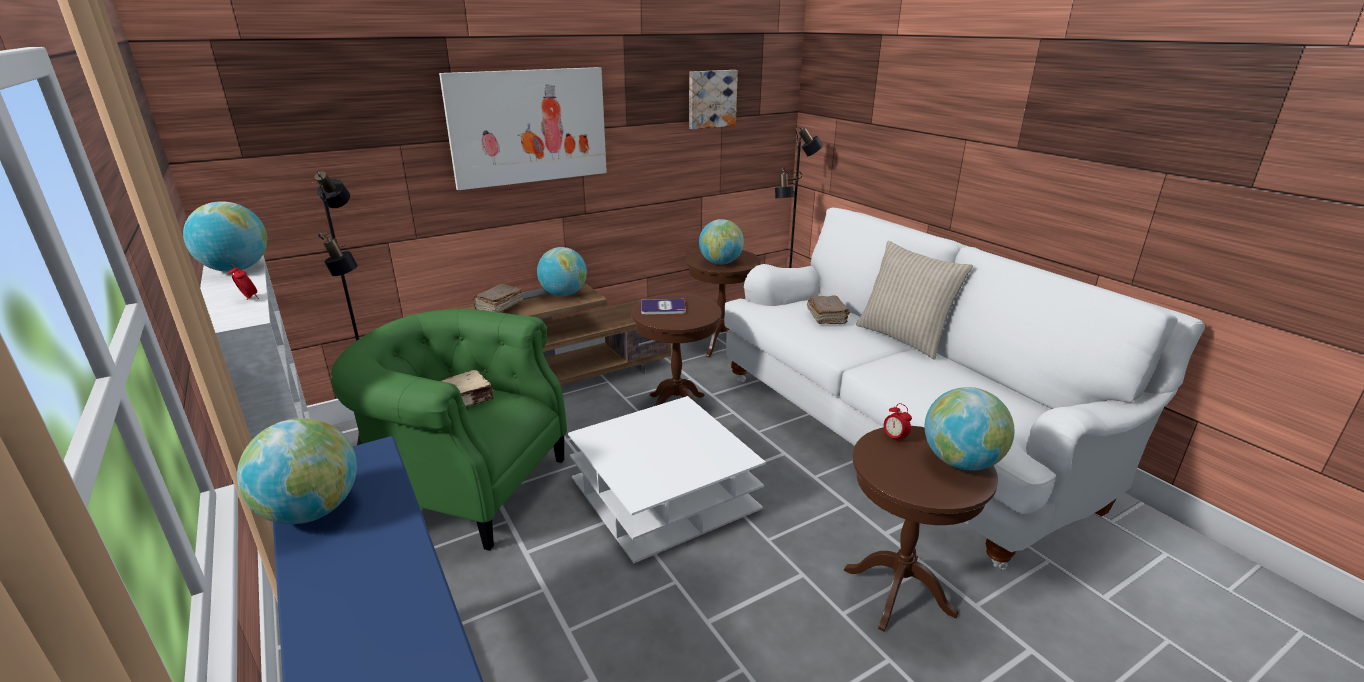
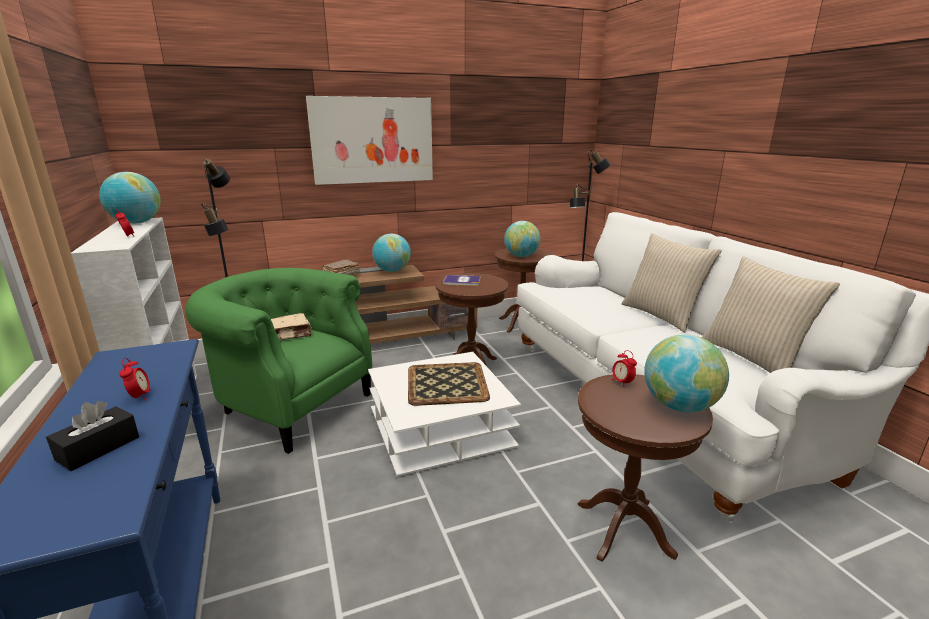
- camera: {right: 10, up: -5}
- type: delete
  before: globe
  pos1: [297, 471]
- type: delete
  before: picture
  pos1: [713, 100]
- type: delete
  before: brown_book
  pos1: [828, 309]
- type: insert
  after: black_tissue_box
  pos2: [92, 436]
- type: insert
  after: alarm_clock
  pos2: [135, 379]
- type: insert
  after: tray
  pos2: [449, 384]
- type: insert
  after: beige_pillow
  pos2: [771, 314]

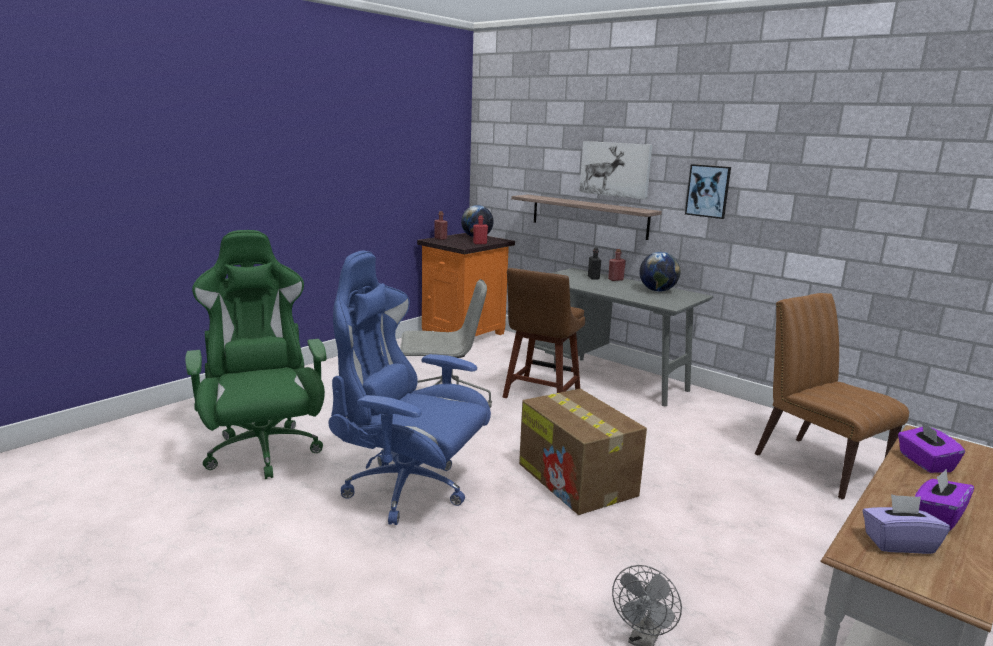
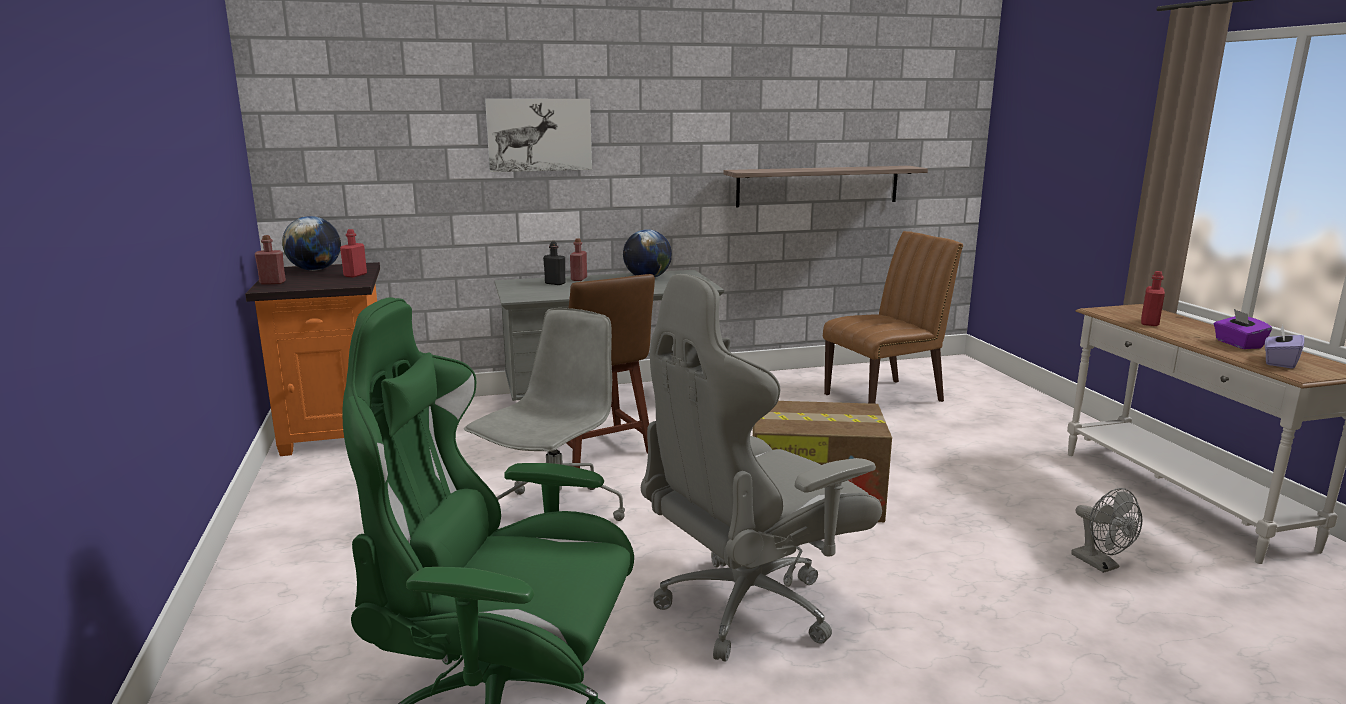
- camera: {right: -55, up: 0}
- type: delete
  before: picture
  pos1: [708, 191]
- type: move
  before: shelf
  pos1: [586, 217]
  pos2: [826, 186]
- type: replace
  before: purple_tissue_box
  after: red_bottle
  pos1: [931, 447]
  pos2: [1153, 298]
- type: recolor
  before: blue_office_chair
  after: grey_office_chair
  pos1: [410, 388]
  pos2: [761, 468]
- type: rotate
  before: brown_chair
  pos1: [832, 396]
  pos2: [893, 317]
  turn: 150

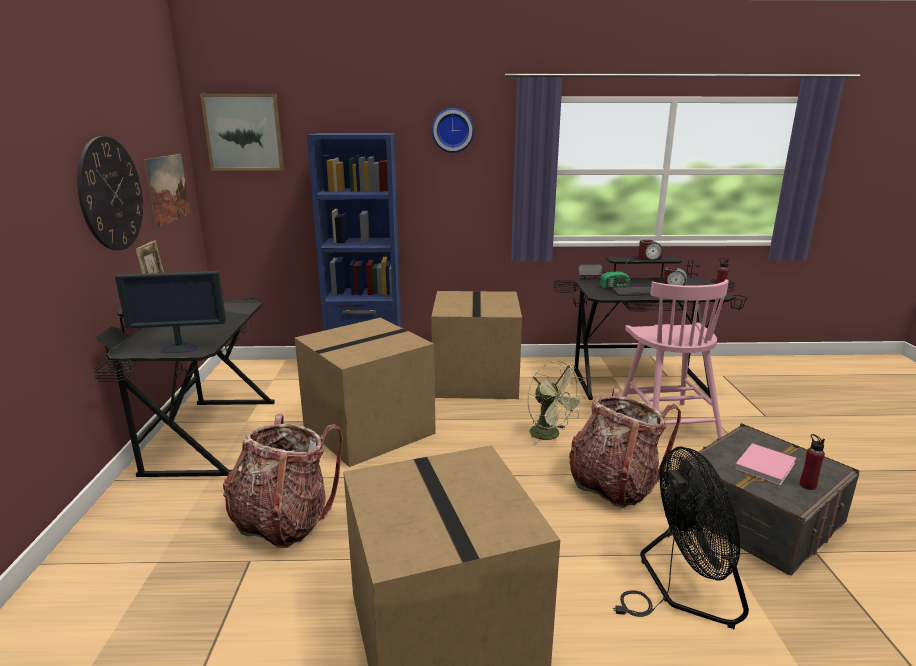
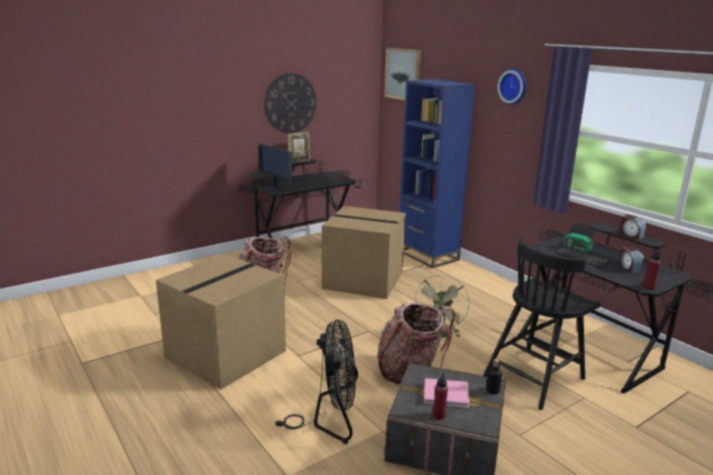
- camera: {right: 55, up: 0}
- type: delete
  before: picture
  pos1: [167, 190]
- type: delete
  before: cardboard_box
  pos1: [476, 345]
- type: insert
  after: bottle
  pos2: [494, 376]
- type: recolor
  before: pink_chair
  after: black_chair
  pos1: [675, 359]
  pos2: [542, 324]
- type: rotate
  before: black_fan
  pos1: [681, 538]
  pos2: [316, 381]
  turn: -45

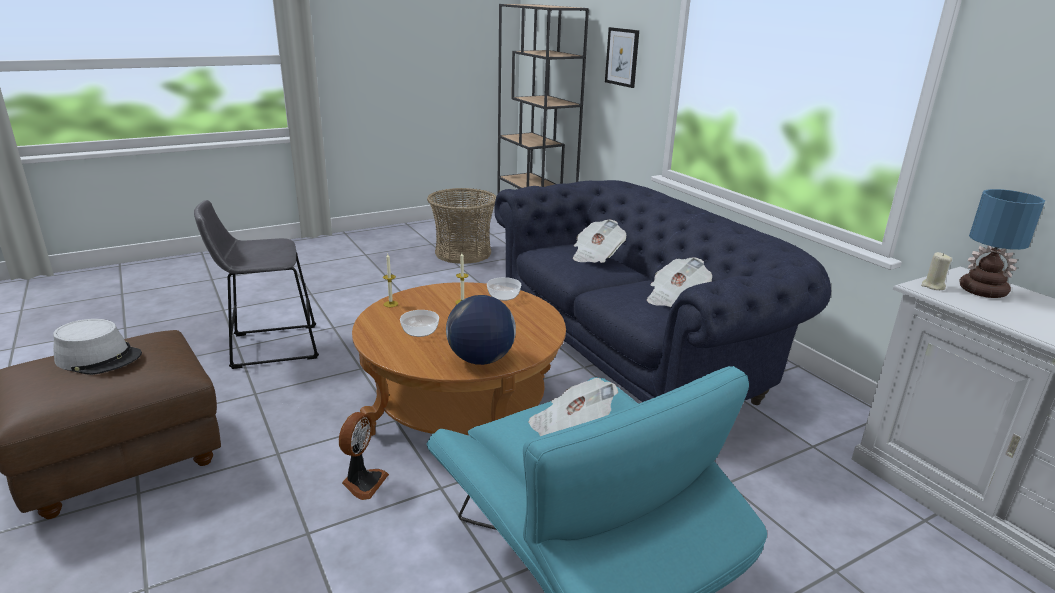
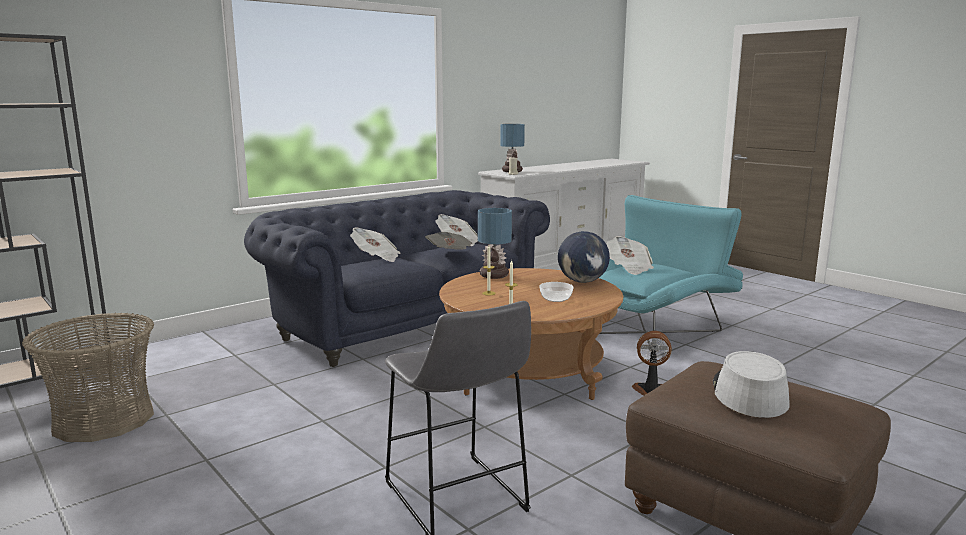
- camera: {right: -100, up: -10}
- type: delete
  before: bowl
  pos1: [504, 289]
- type: delete
  before: picture
  pos1: [622, 57]
- type: insert
  after: newspaper
  pos2: [448, 241]
- type: insert
  after: table_lamp
  pos2: [495, 243]

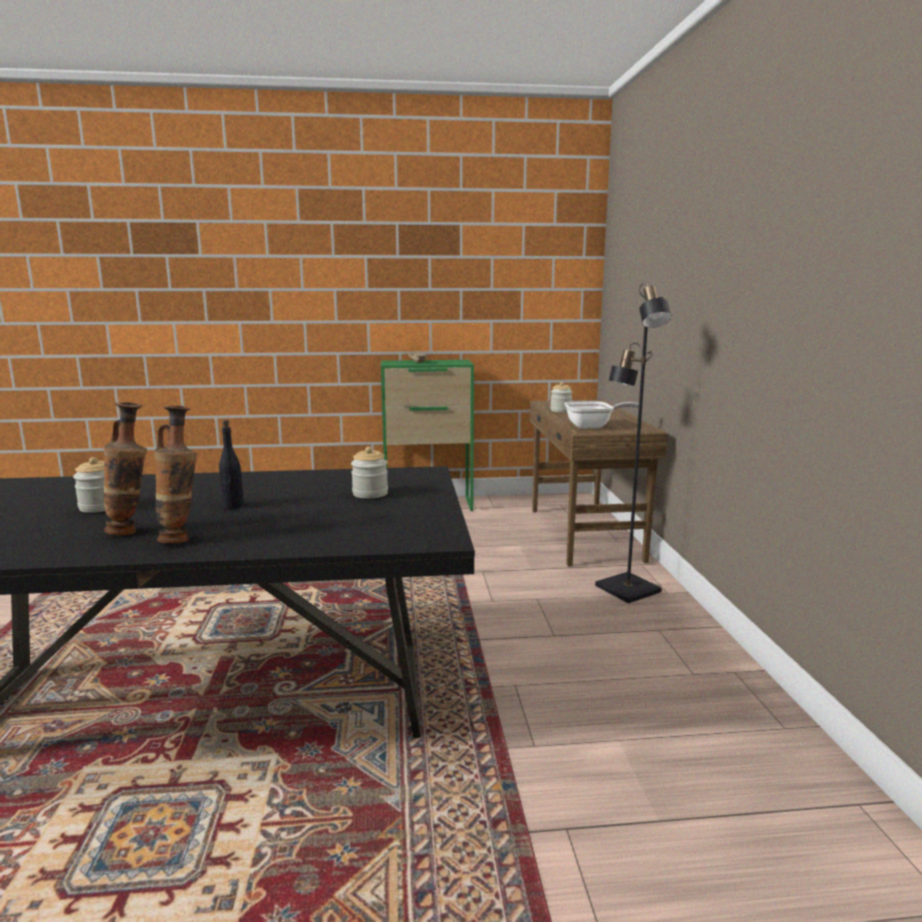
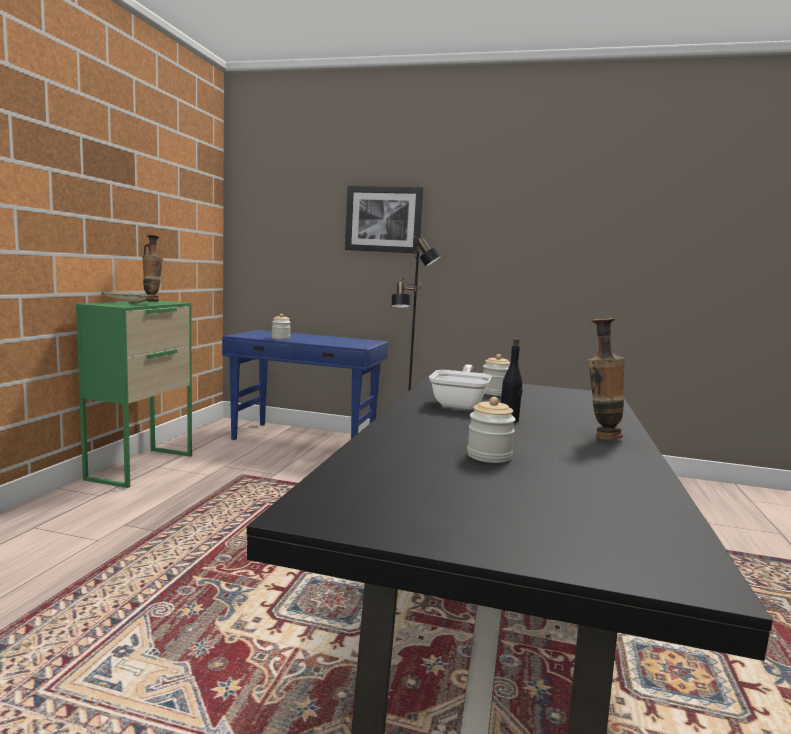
- camera: {right: -70, up: -5}
- type: insert
  after: picture
  pos2: [384, 220]
- type: move
  before: vase
  pos1: [125, 468]
  pos2: [152, 268]
- type: move
  before: frying_pan
  pos1: [601, 415]
  pos2: [460, 386]
- type: recolor
  before: brown_console_table
  after: blue_console_table
  pos1: [598, 483]
  pos2: [305, 385]

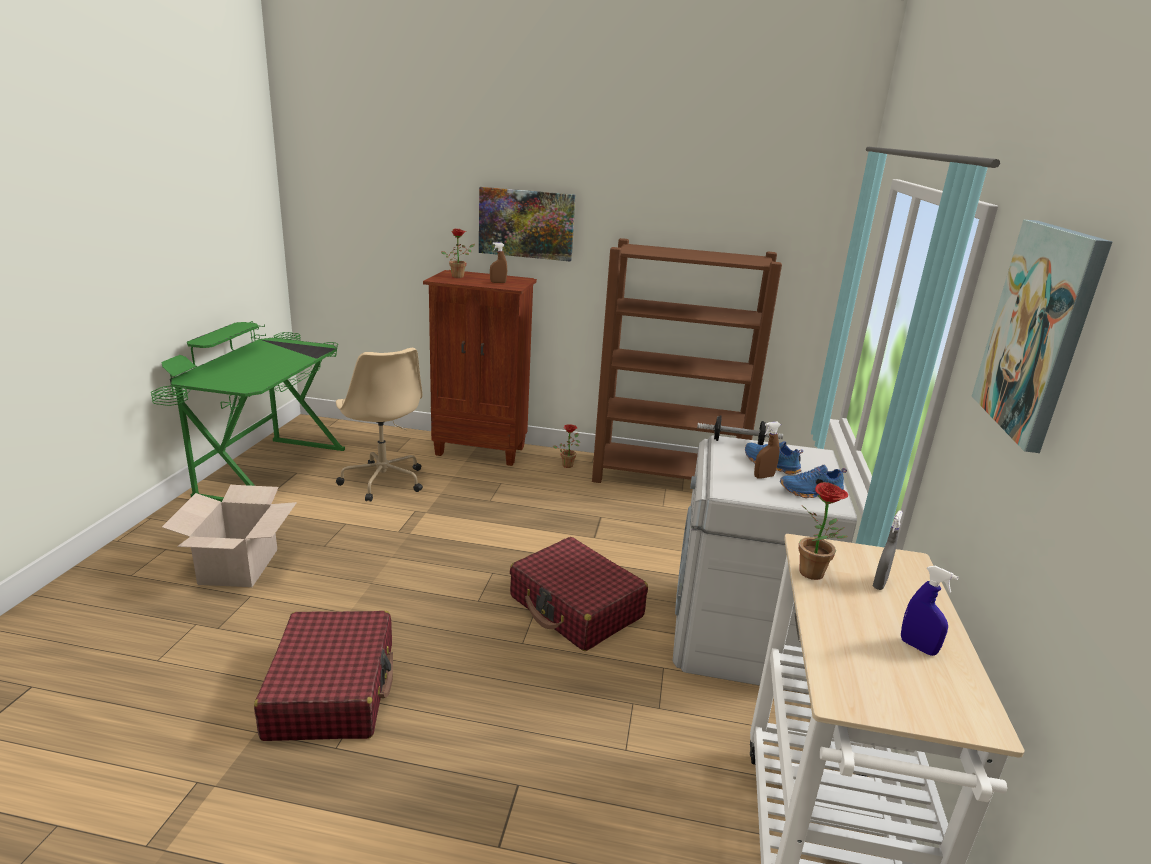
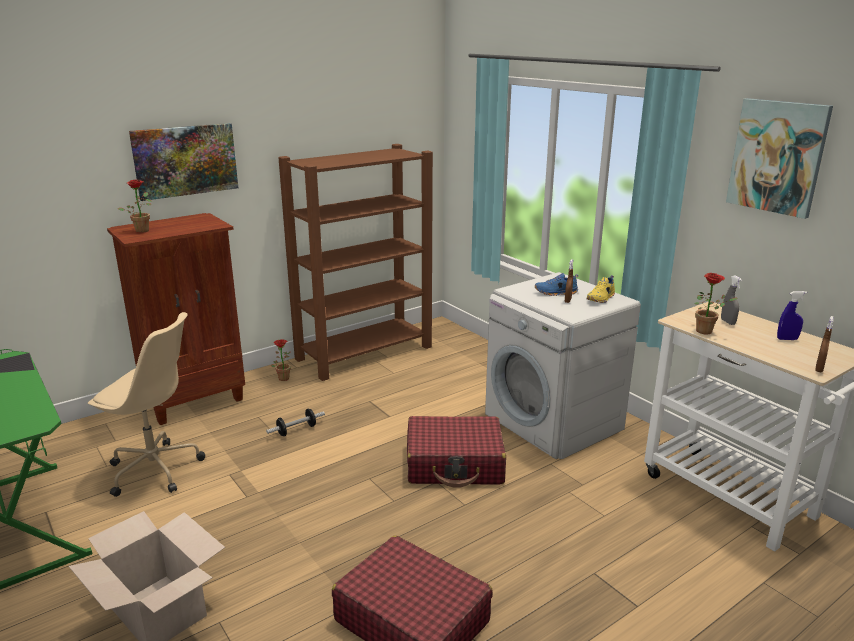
- camera: {right: -45, up: 0}
- type: move
  before: brown_spray_bottle
  pos1: [498, 262]
  pos2: [824, 344]
- type: move
  before: dumbbell
  pos1: [740, 430]
  pos2: [295, 422]
- type: recolor
  before: blue_shoe
  after: yellow_shoe
  pos1: [813, 481]
  pos2: [601, 289]

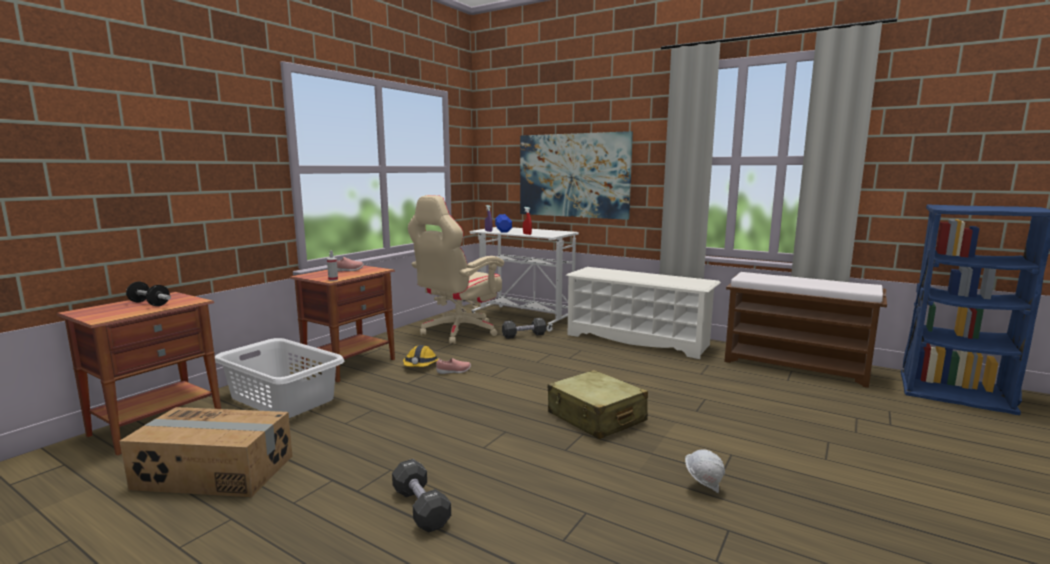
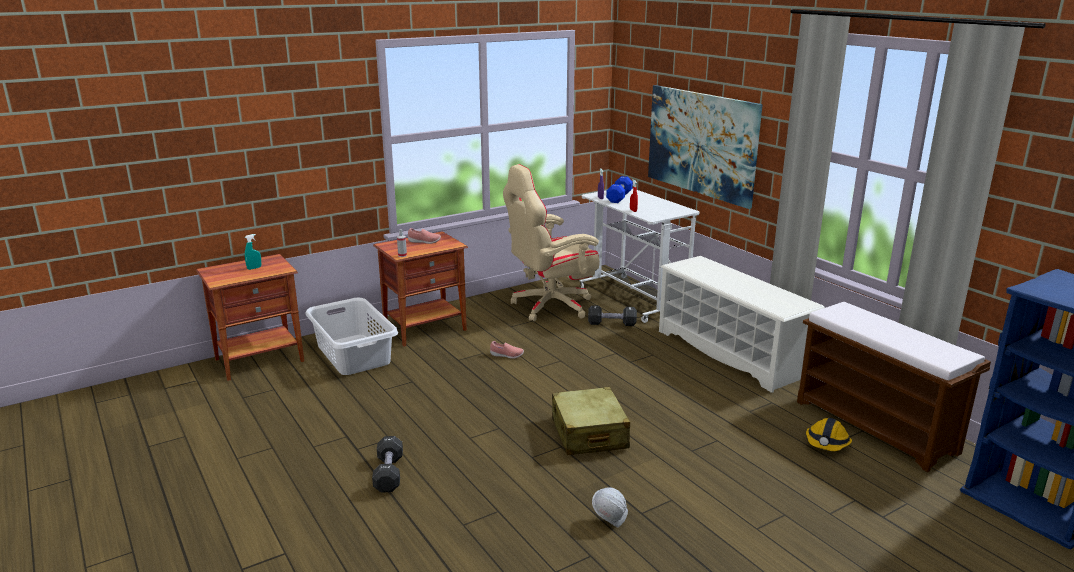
- camera: {right: 25, up: 10}
- type: delete
  before: cardboard_box
  pos1: [206, 452]
- type: move
  before: hard_hat
  pos1: [420, 356]
  pos2: [829, 434]
- type: replace
  before: dumbbell
  after: turquoise_spray_bottle
  pos1: [148, 294]
  pos2: [253, 252]

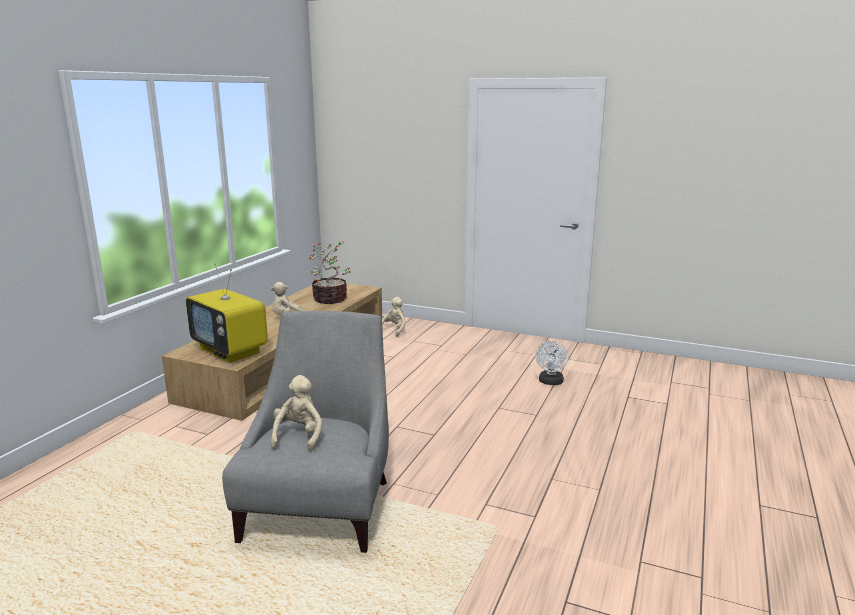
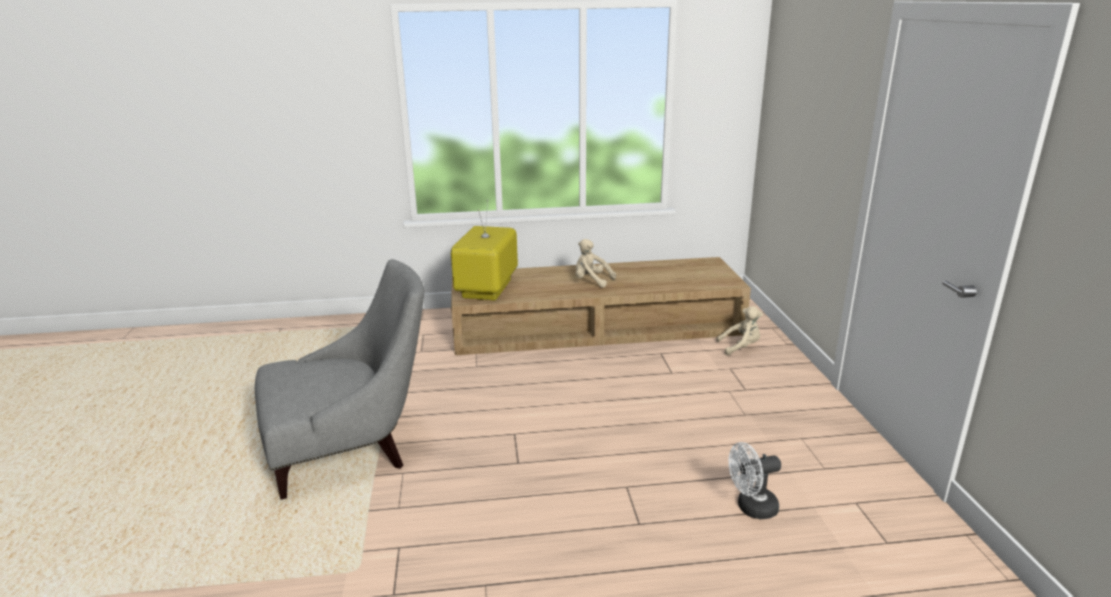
- camera: {right: 60, up: 5}
- type: delete
  before: beige_plush_toy
  pos1: [296, 413]
- type: delete
  before: potted_plant
  pos1: [329, 273]

